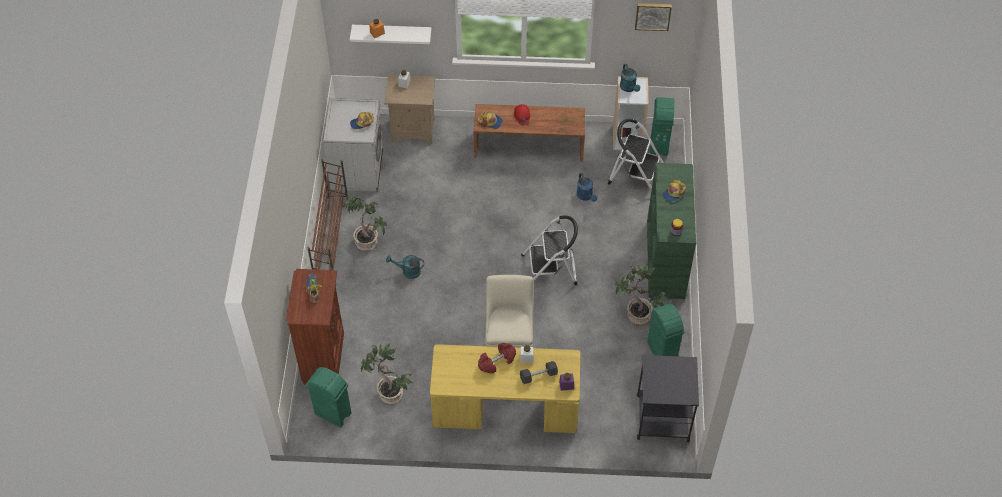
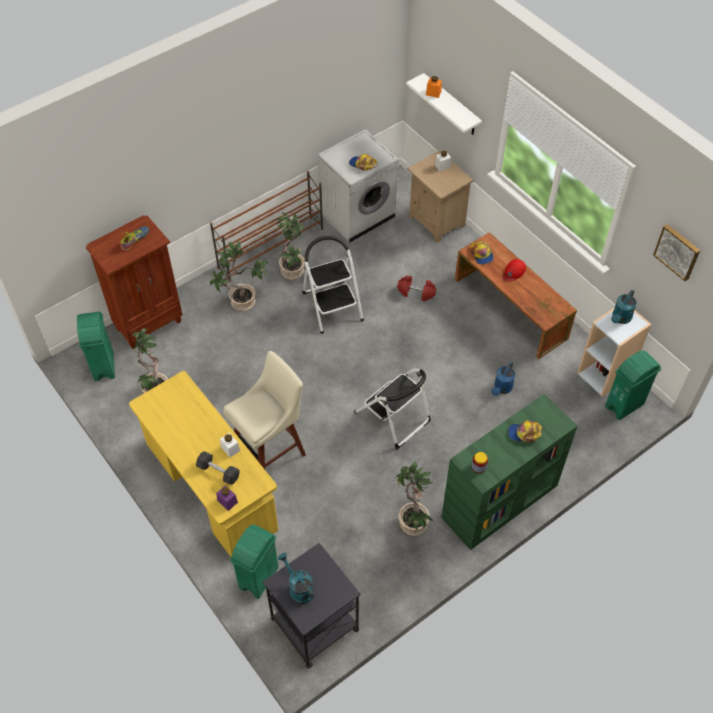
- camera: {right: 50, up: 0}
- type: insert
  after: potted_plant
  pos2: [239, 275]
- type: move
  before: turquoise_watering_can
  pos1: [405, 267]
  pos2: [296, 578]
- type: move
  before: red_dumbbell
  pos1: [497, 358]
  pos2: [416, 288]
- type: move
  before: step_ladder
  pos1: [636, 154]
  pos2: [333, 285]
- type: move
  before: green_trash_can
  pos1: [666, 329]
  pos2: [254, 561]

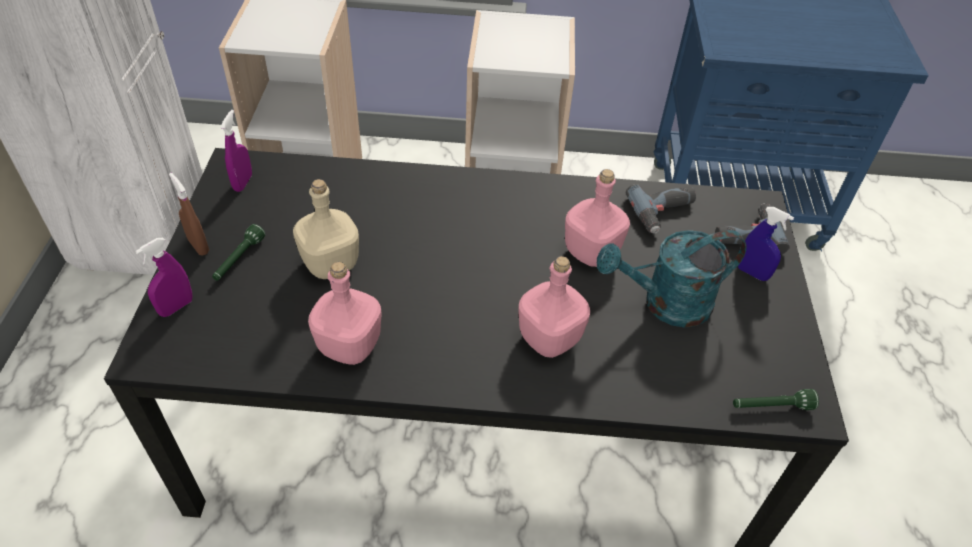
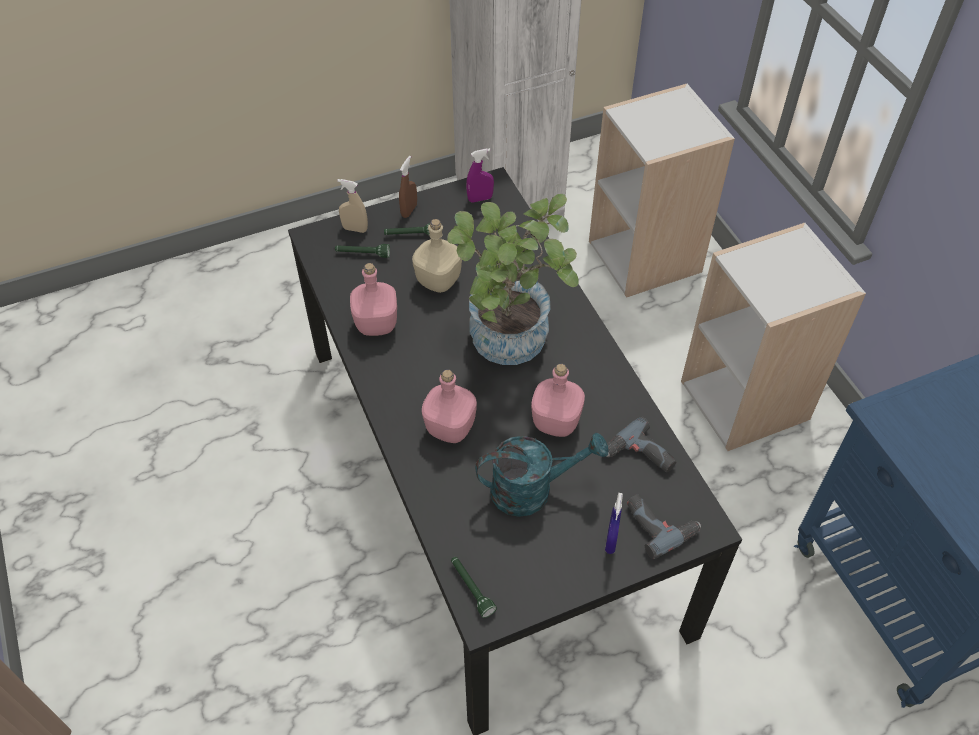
- camera: {right: 65, up: 5}
- type: insert
  after: green_flashlight
  pos2: [362, 251]
- type: insert
  after: potted_plant
  pos2: [513, 279]
- type: recolor
  before: purple_spray_bottle
  after: beige_spray_bottle
  pos1: [164, 277]
  pos2: [352, 206]
- type: rotate
  before: turquoise_watering_can
  pos1: [672, 279]
  pos2: [541, 475]
  turn: 120

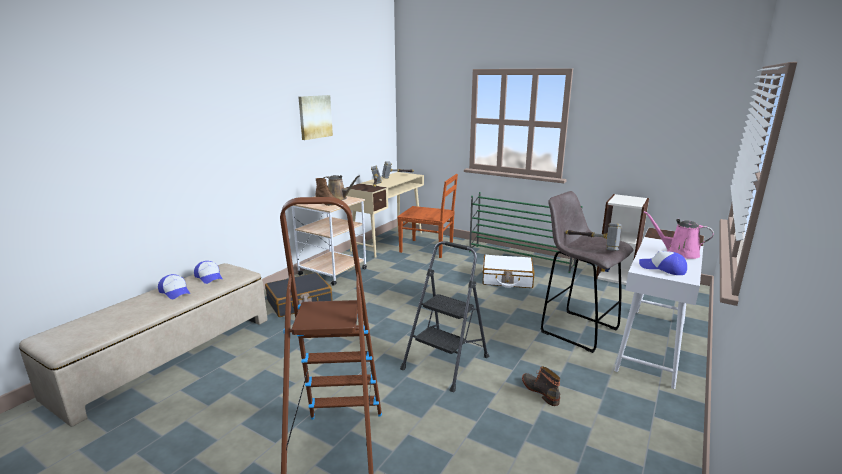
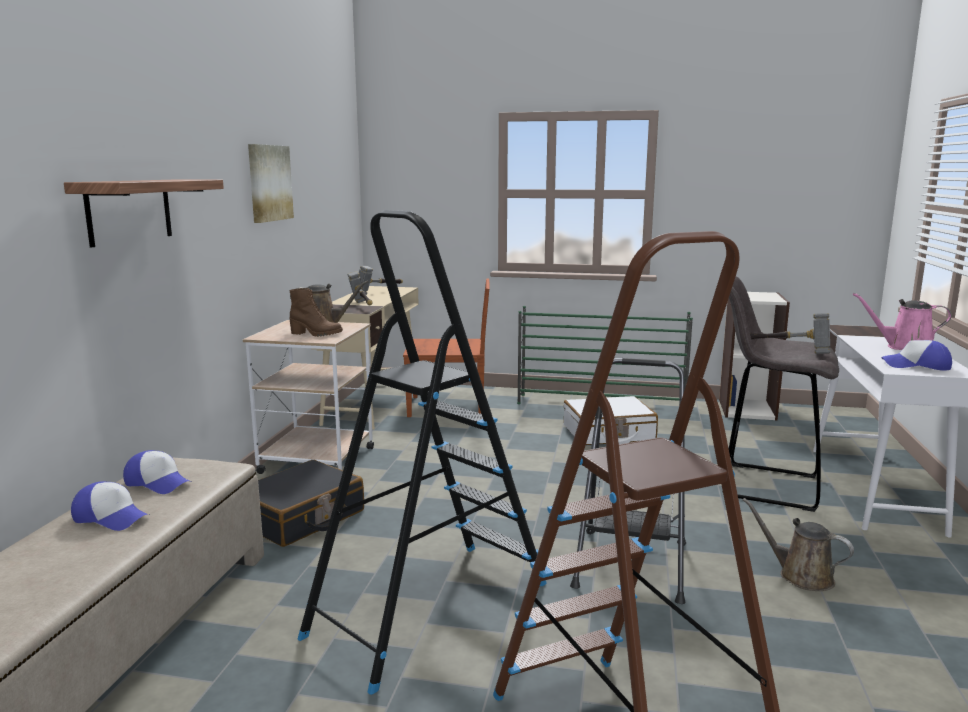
- camera: {right: -20, up: -5}
- type: insert
  after: shelf
  pos2: [144, 213]
- type: insert
  after: black_step_ladder
  pos2: [422, 452]
- type: replace
  before: boot
  after: brown_watering_can
  pos1: [541, 386]
  pos2: [798, 544]

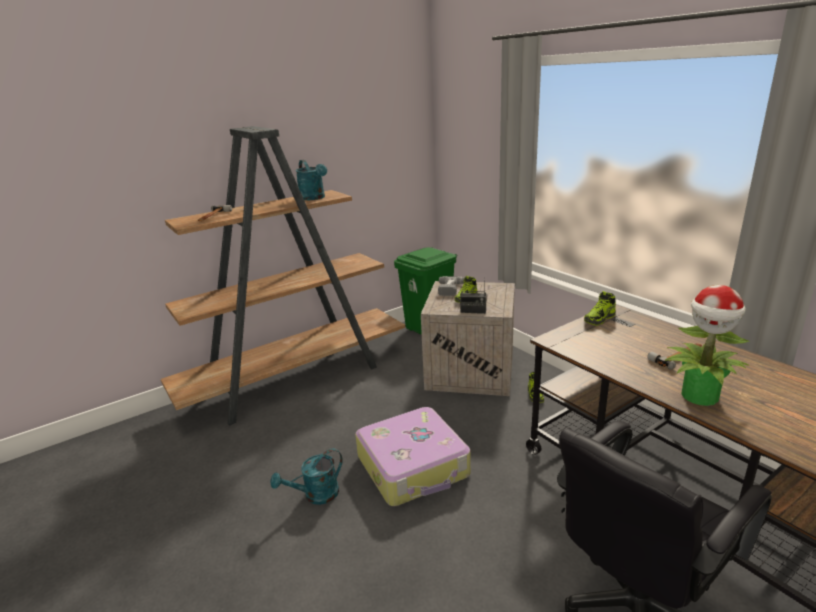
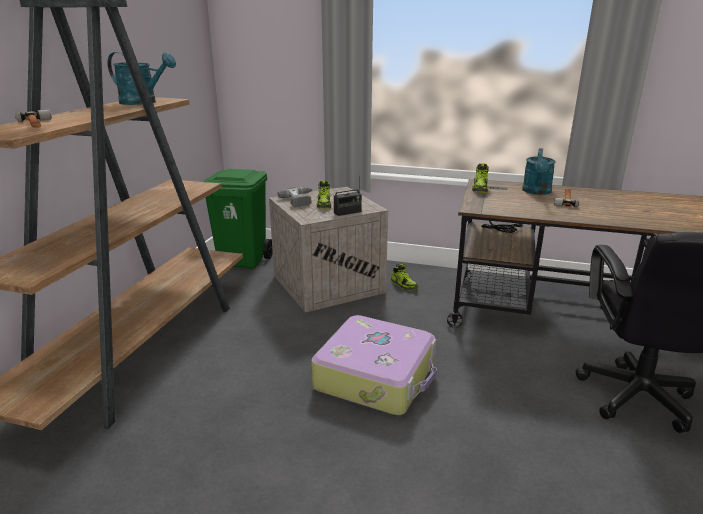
- camera: {right: -40, up: 0}
- type: delete
  before: potted_plant
  pos1: [707, 345]
- type: move
  before: turquoise_watering_can
  pos1: [306, 476]
  pos2: [539, 171]

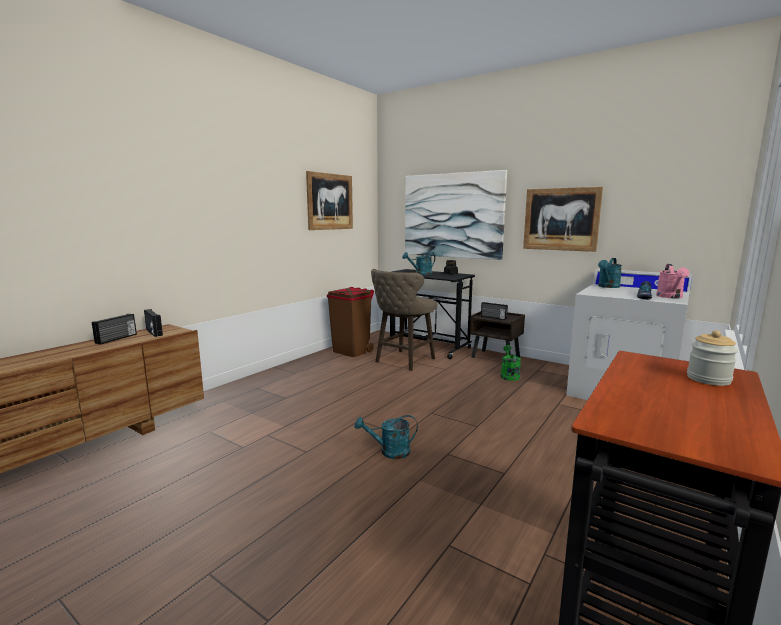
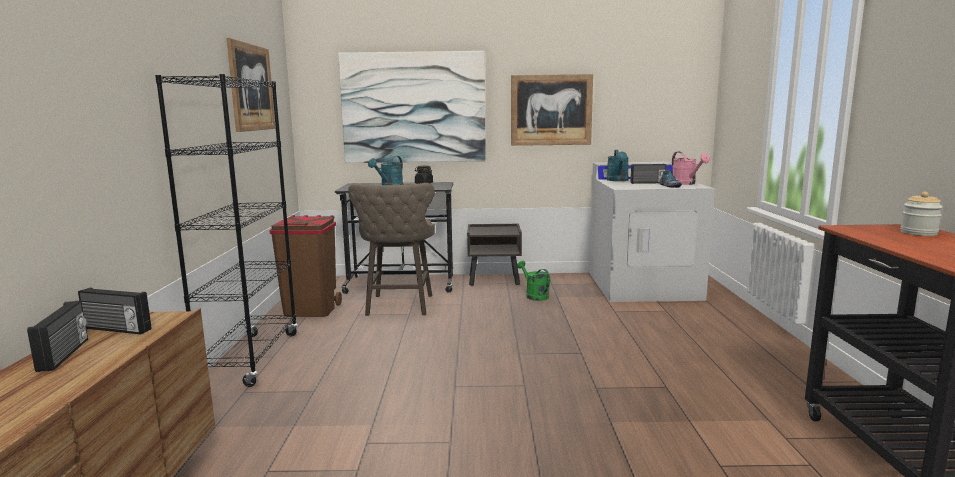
- camera: {right: -35, up: 0}
- type: delete
  before: turquoise_watering_can
  pos1: [386, 437]
- type: insert
  after: black_bookcase
  pos2: [226, 230]
- type: move
  before: radio
  pos1: [494, 311]
  pos2: [649, 174]

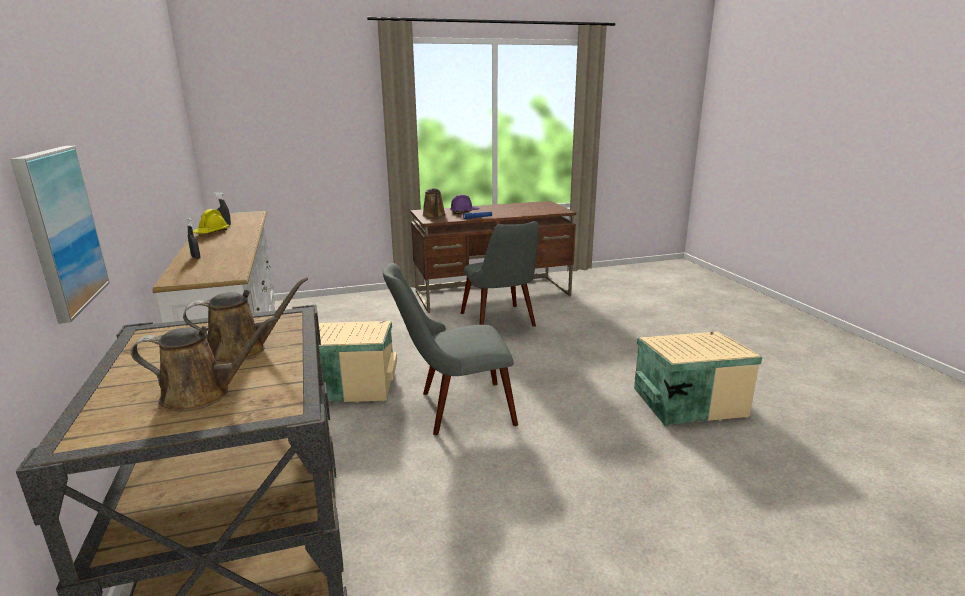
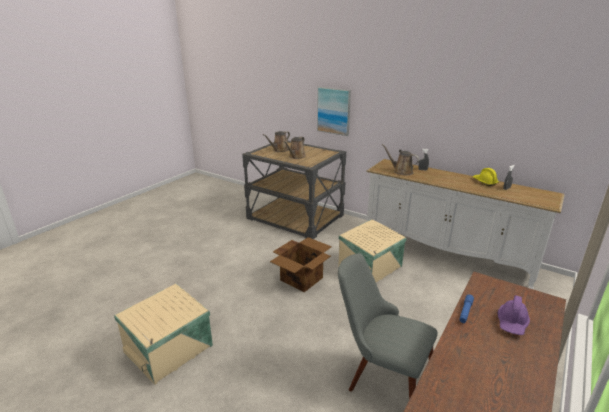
- camera: {right: 140, up: 5}
- type: move
  before: brown_watering_can
  pos1: [434, 203]
  pos2: [400, 159]
- type: replace
  before: grey_chair
  after: cardboard_box
  pos1: [450, 349]
  pos2: [301, 264]

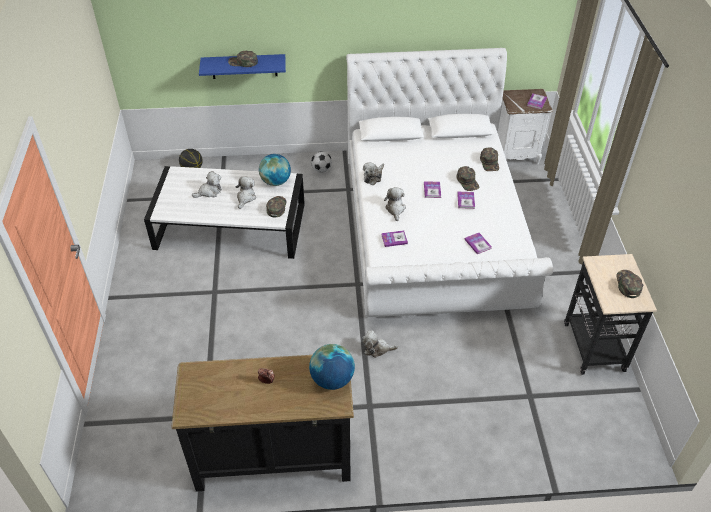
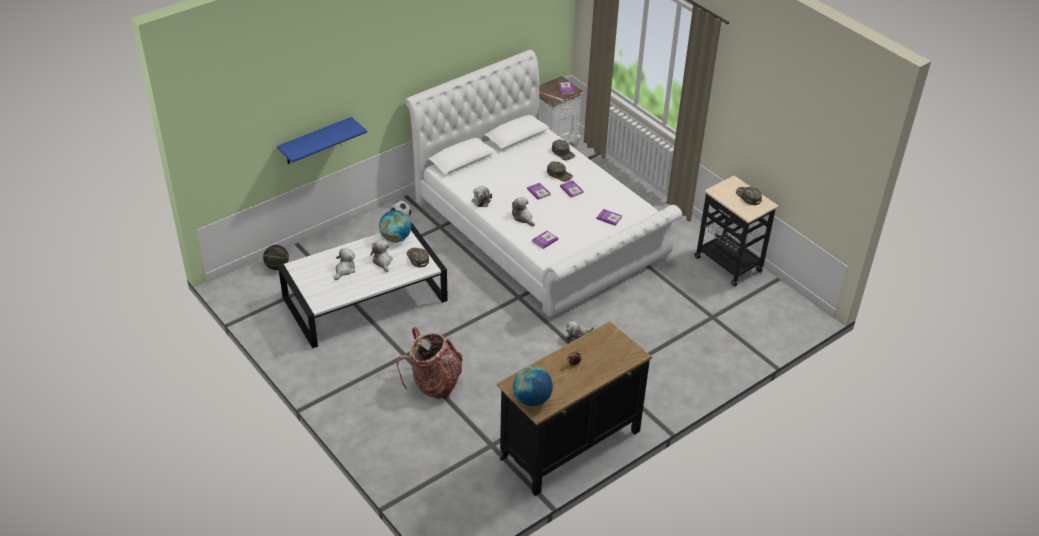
- camera: {right: -35, up: -5}
- type: delete
  before: green_cap
  pos1: [243, 59]
- type: insert
  after: backpack
  pos2: [430, 363]
- type: move
  before: globe
  pos1: [332, 367]
  pos2: [533, 386]

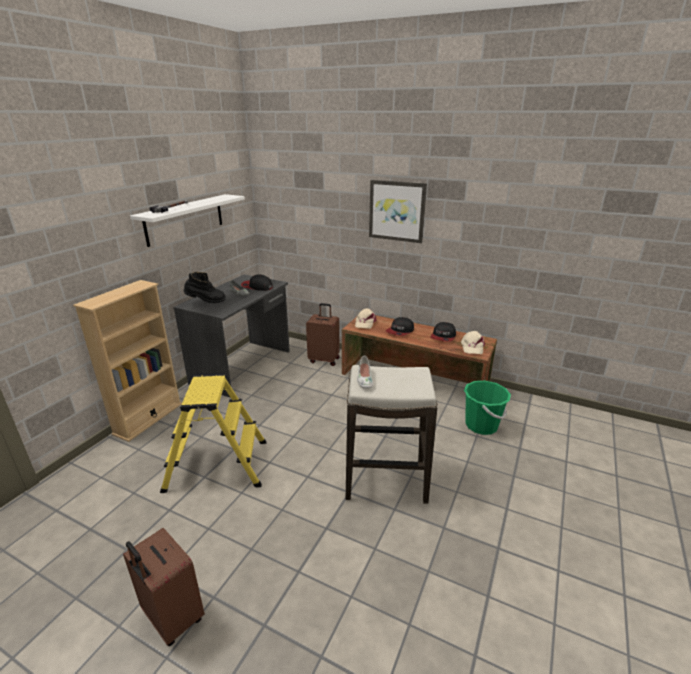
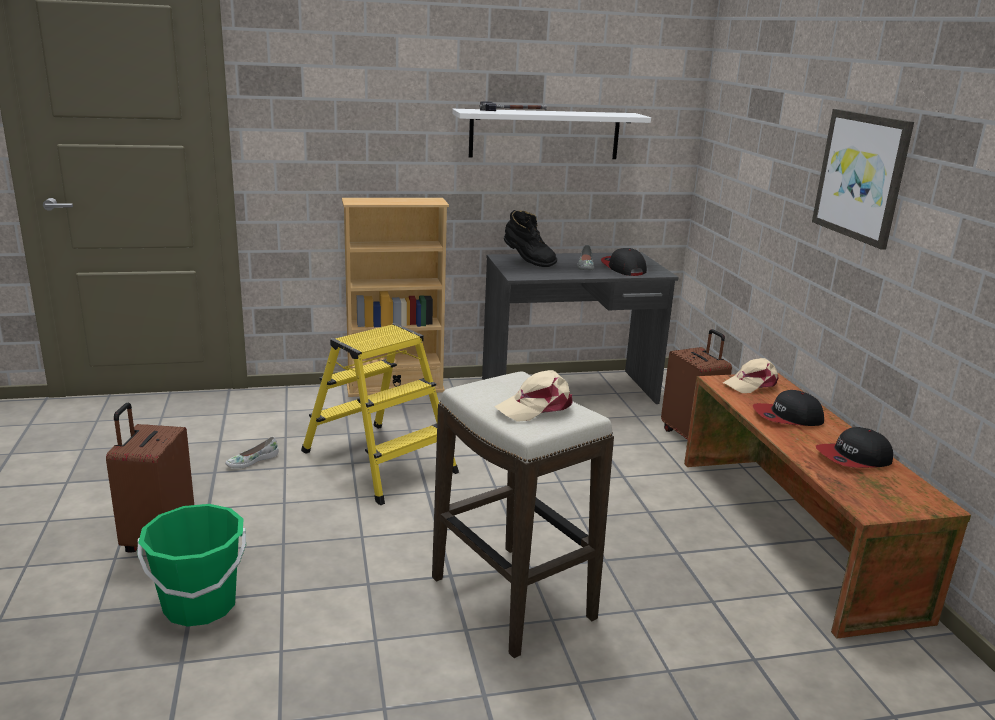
- camera: {right: 50, up: -5}
- type: move
  before: white_shoe
  pos1: [365, 372]
  pos2: [252, 453]
- type: move
  before: beige_cap
  pos1: [473, 342]
  pos2: [533, 396]
- type: move
  before: green_bucket
  pos1: [487, 408]
  pos2: [191, 565]

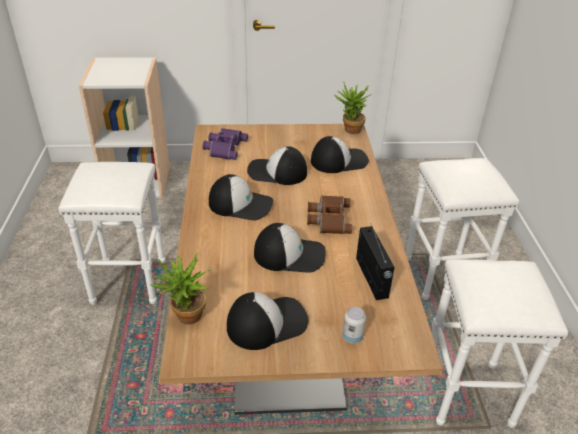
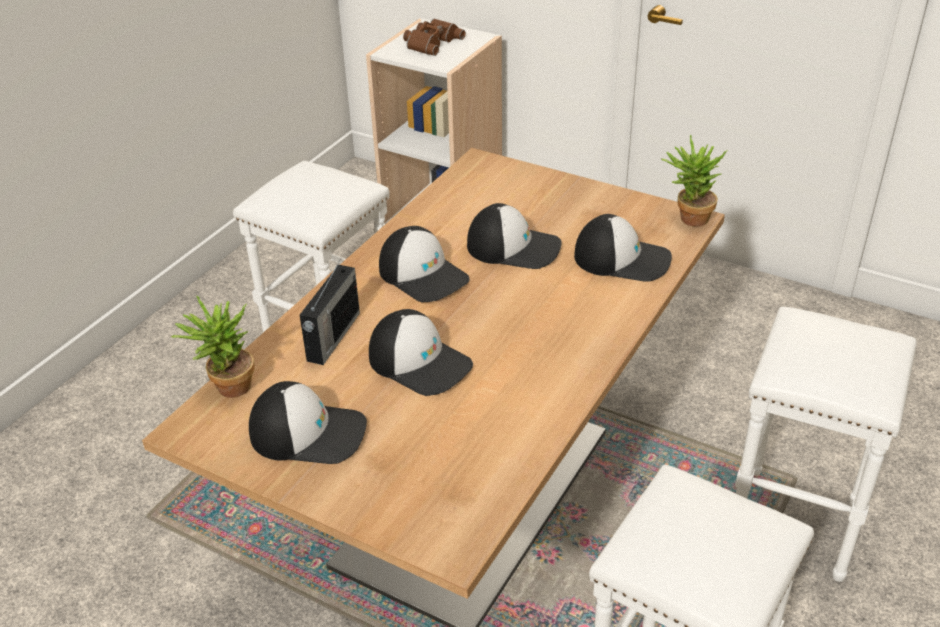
- camera: {right: 35, up: 0}
- type: delete
  before: purple_binoculars
  pos1: [225, 144]
- type: delete
  before: can
  pos1: [354, 325]
- type: move
  before: brown_binoculars
  pos1: [329, 214]
  pos2: [434, 37]
- type: move
  before: radio
  pos1: [375, 262]
  pos2: [330, 312]
- type: rotate
  before: cap
  pos1: [277, 166]
  pos2: [514, 236]
  turn: 150

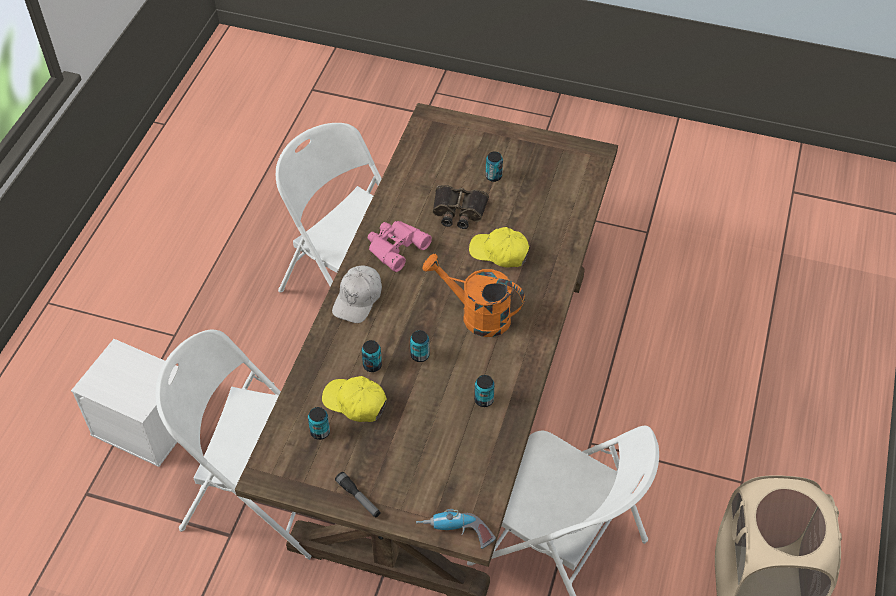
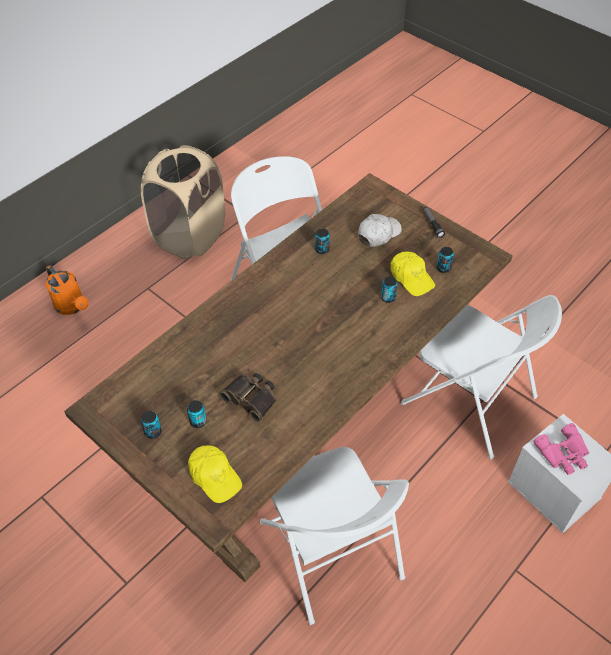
- camera: {right: -155, up: 0}
- type: delete
  before: power_drill
  pos1: [456, 529]
- type: move
  before: white_cap
  pos1: [357, 294]
  pos2: [380, 230]
- type: move
  before: pink_binoculars
  pos1: [400, 246]
  pos2: [561, 449]
- type: move
  before: can
  pos1: [420, 346]
  pos2: [151, 425]
- type: move
  before: orange_watering_can
  pos1: [473, 295]
  pos2: [67, 290]
- type: move
  before: yellow_cap
  pos1: [499, 247]
  pos2: [215, 474]

